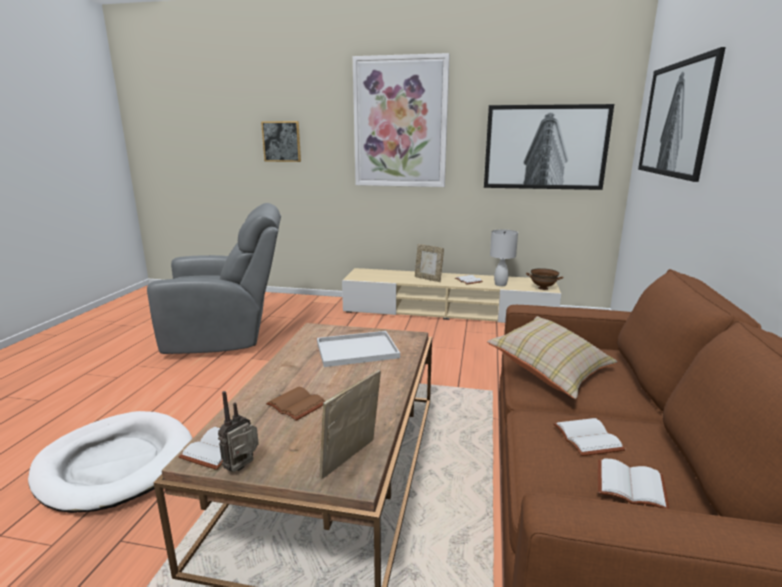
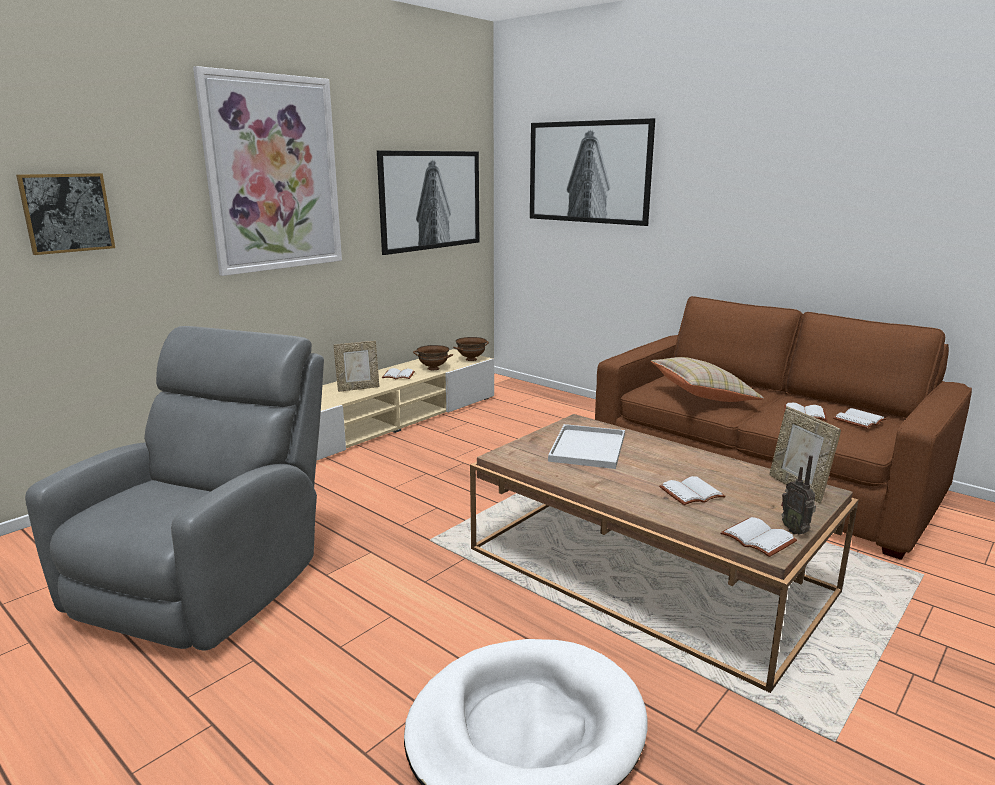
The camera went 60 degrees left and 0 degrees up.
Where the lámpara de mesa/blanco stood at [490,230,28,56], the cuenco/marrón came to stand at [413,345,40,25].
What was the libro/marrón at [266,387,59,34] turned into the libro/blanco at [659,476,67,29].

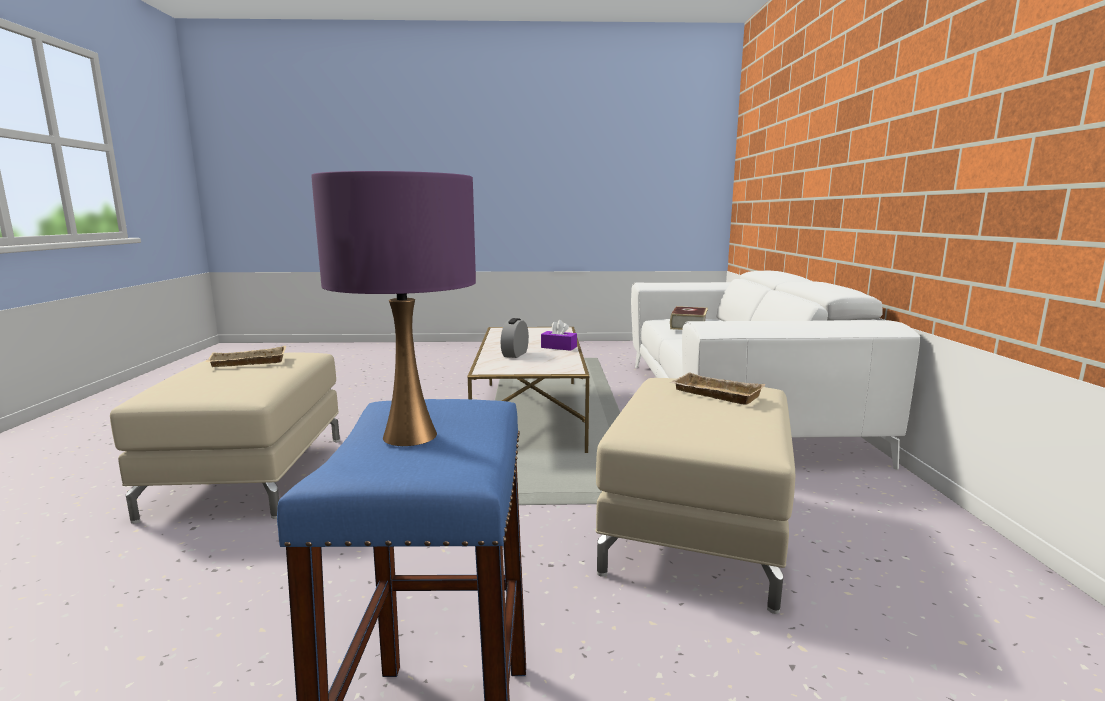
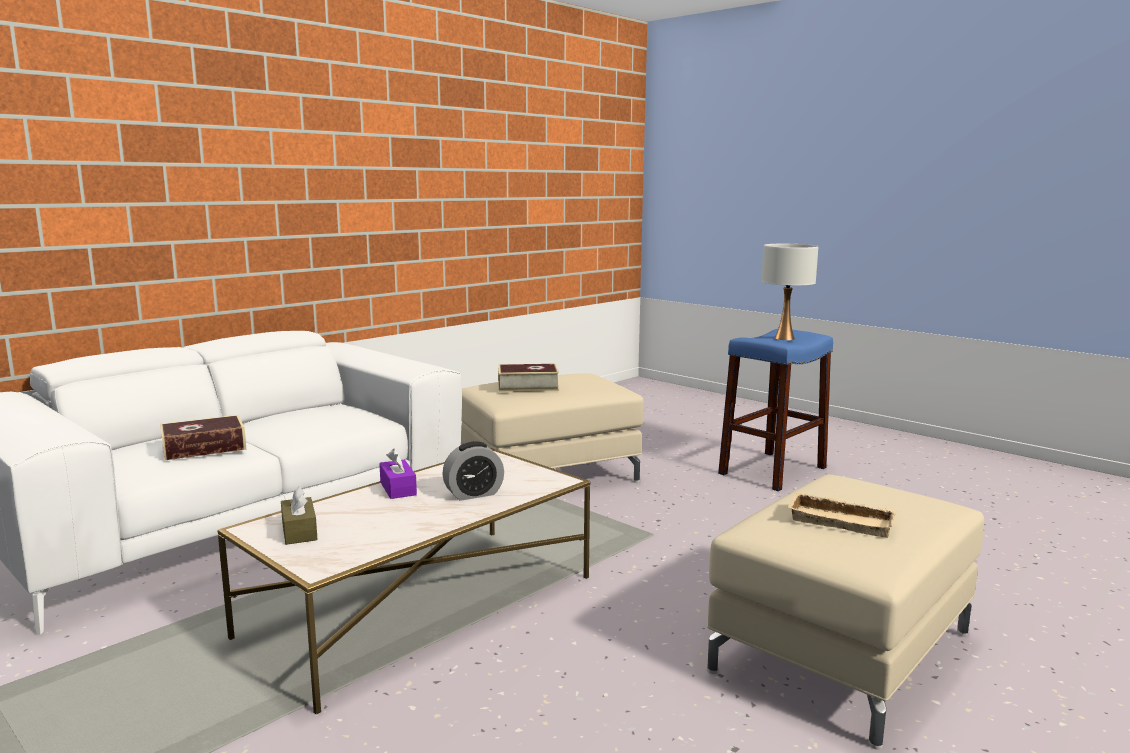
The camera went 135 degrees left and 0 degrees up.
The second view gained the caja de pañuelos/marrón at [281,486,37,59].
Where the bandeja/beis stood at [670,372,96,33], the libro came to stand at [498,364,61,28].
What was the lámpara de mesa/morado at [311,171,165,275] turned into the lámpara de mesa/blanco at [762,244,56,96].

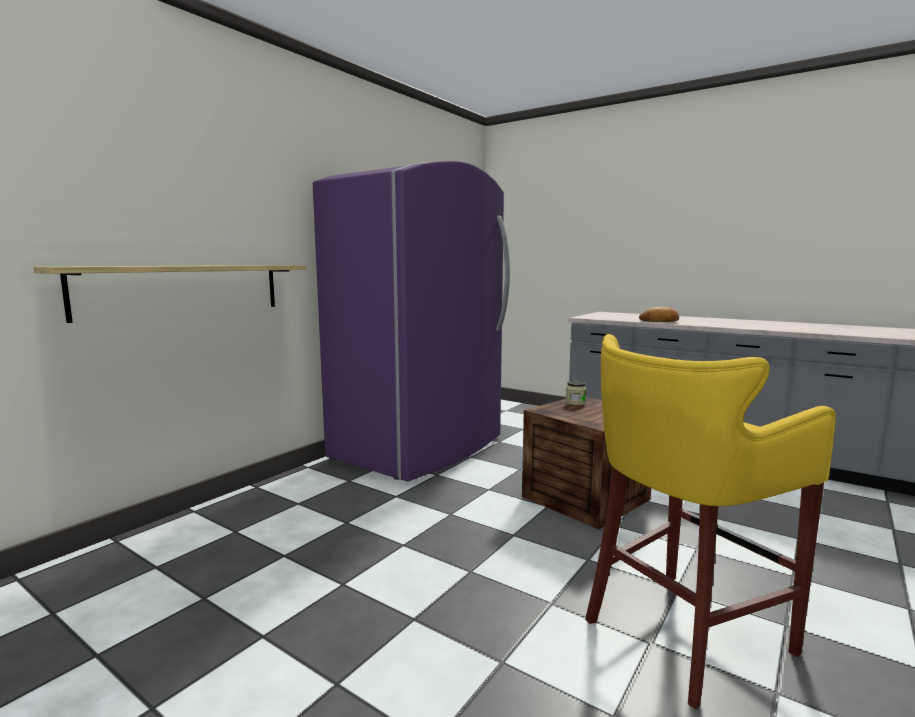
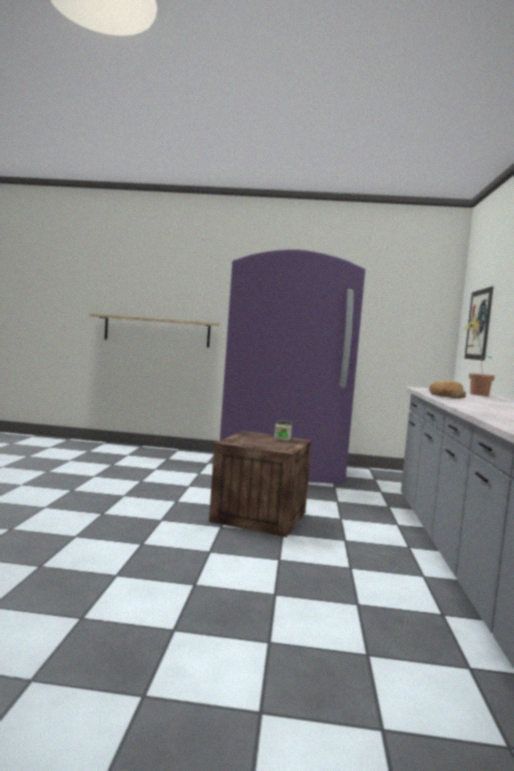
The camera went 60 degrees right and 5 degrees down.
The second view lost the taburete/amarillo at [585,334,251,375].
The second view gained the cuadro at [464,286,29,75].
The second view gained the planta en maceta at [465,320,30,76].

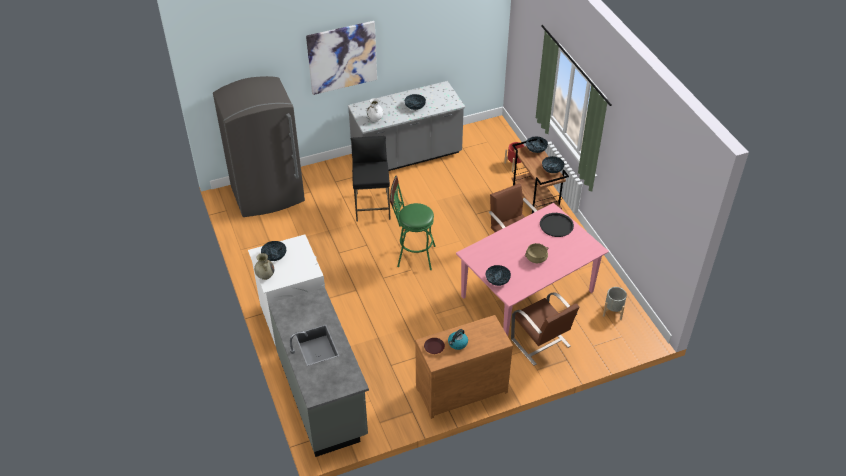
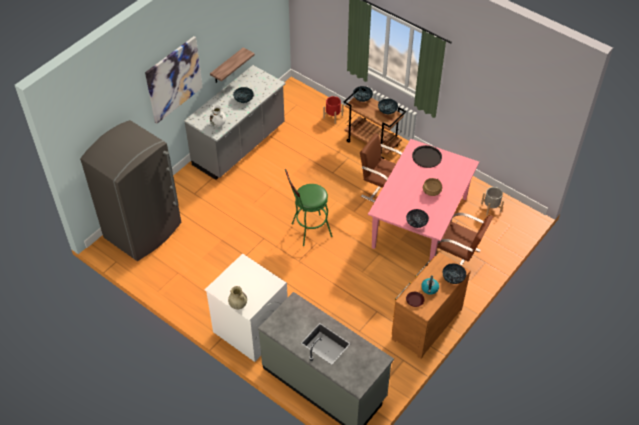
The camera went 30 degrees left and 5 degrees up.
The second view lost the taburete/negro at [351,136,40,86].
The second view gained the estante at [210,47,45,36].
The cuenco ended up elsewhere, having gone from [261,241,25,20] to [443,263,23,21].

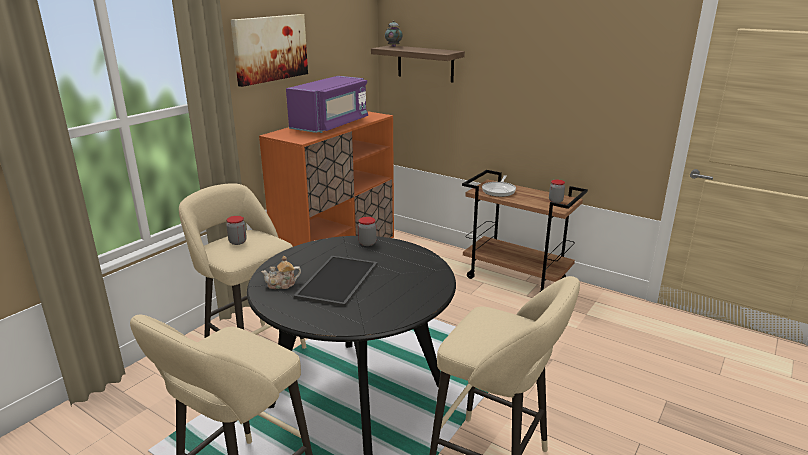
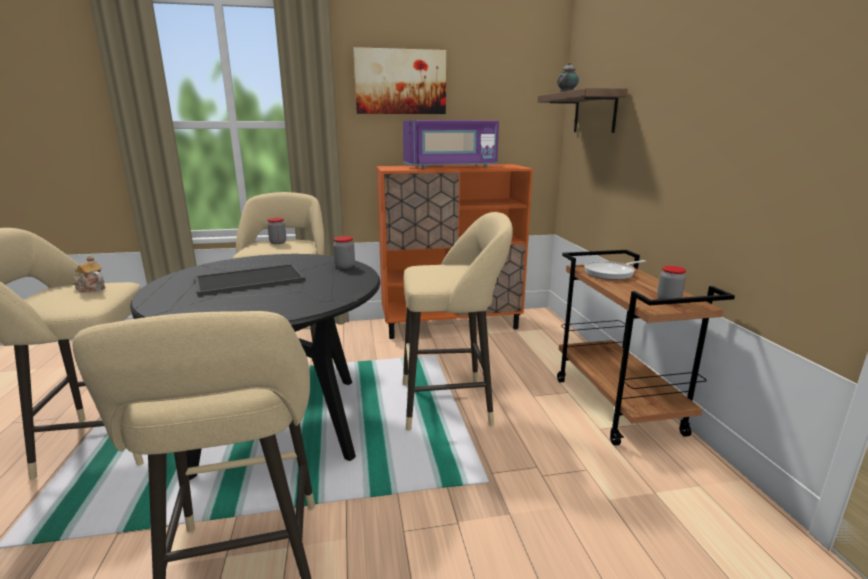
The camera went 45 degrees right and 5 degrees down.
The second view gained the taburete/beis at [403,212,110,219].
The tetera ended up elsewhere, having gone from [261,256,40,33] to [73,256,32,37].

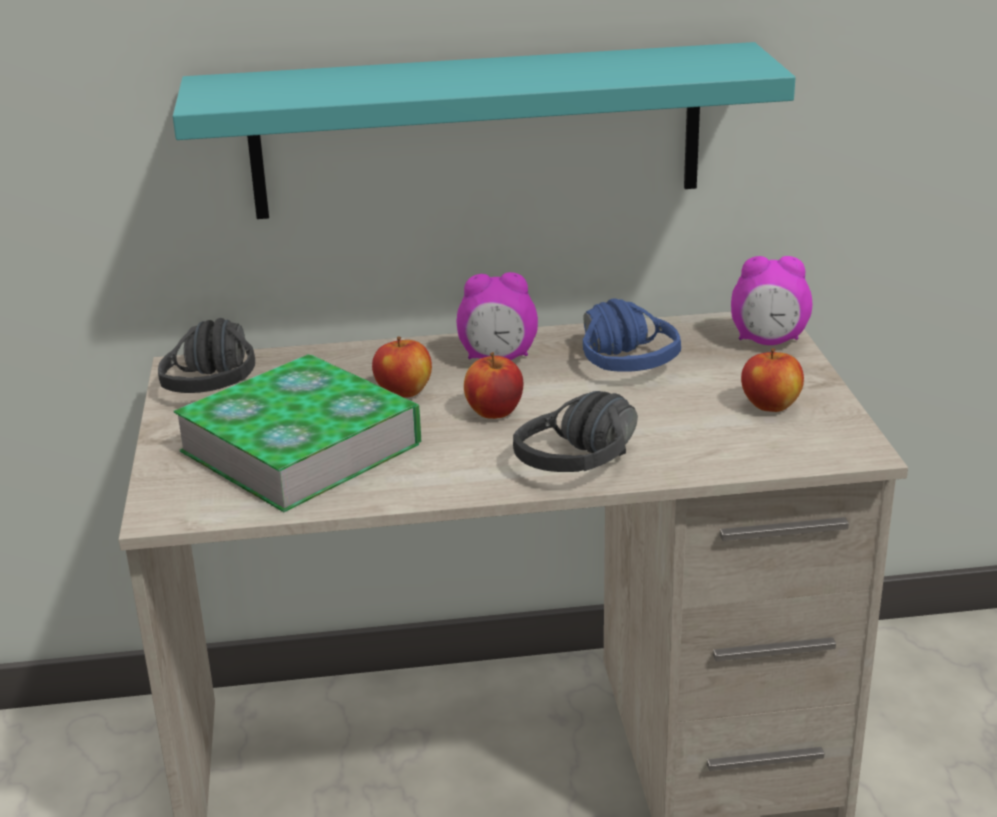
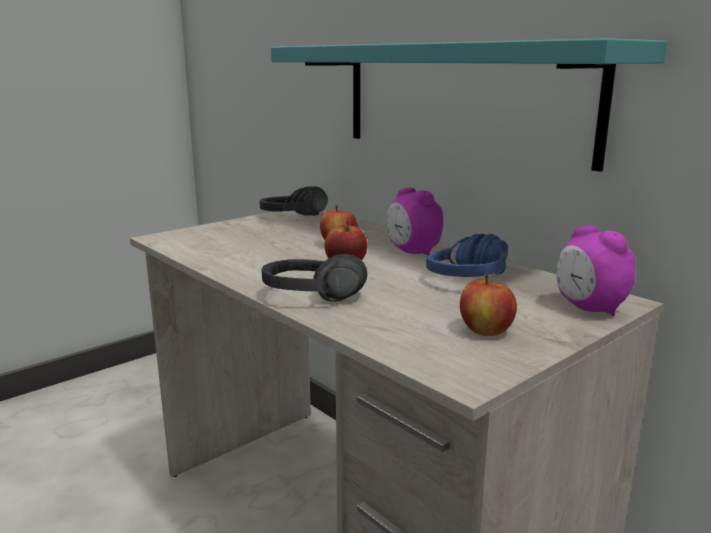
The camera went 55 degrees right and 10 degrees down.
The second view lost the libro at [174,354,248,158].

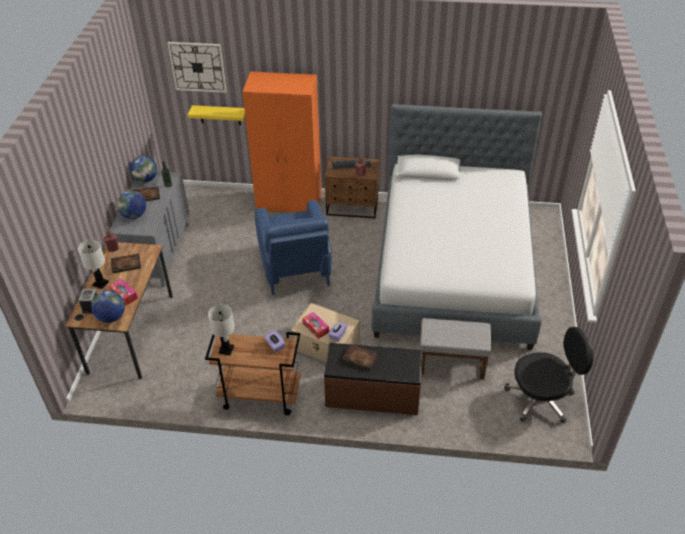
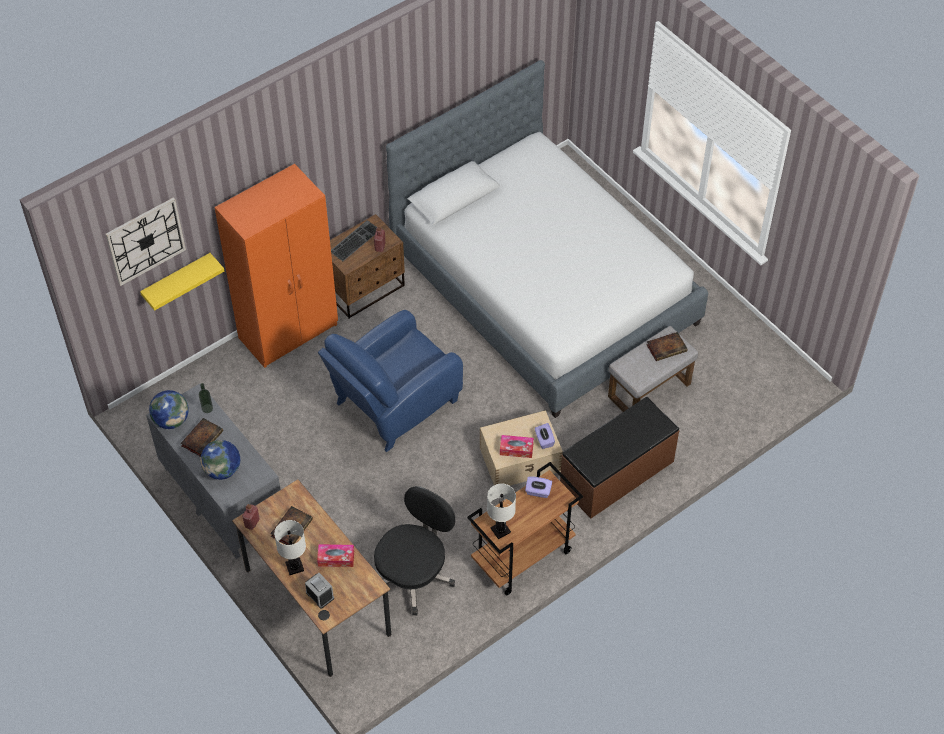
The camera went 45 degrees left and 10 degrees up.
The second view lost the globo terráqueo at [91,291,34,32].
The libro ended up elsewhere, having gone from [343,344,35,26] to [646,332,42,29].
The silla de oficina/negro ended up elsewhere, having gone from [504,327,90,97] to [374,486,81,129].
The sillón/azul at [255,200,77,95] ended up facing another way, 105 degrees clockwise from before.

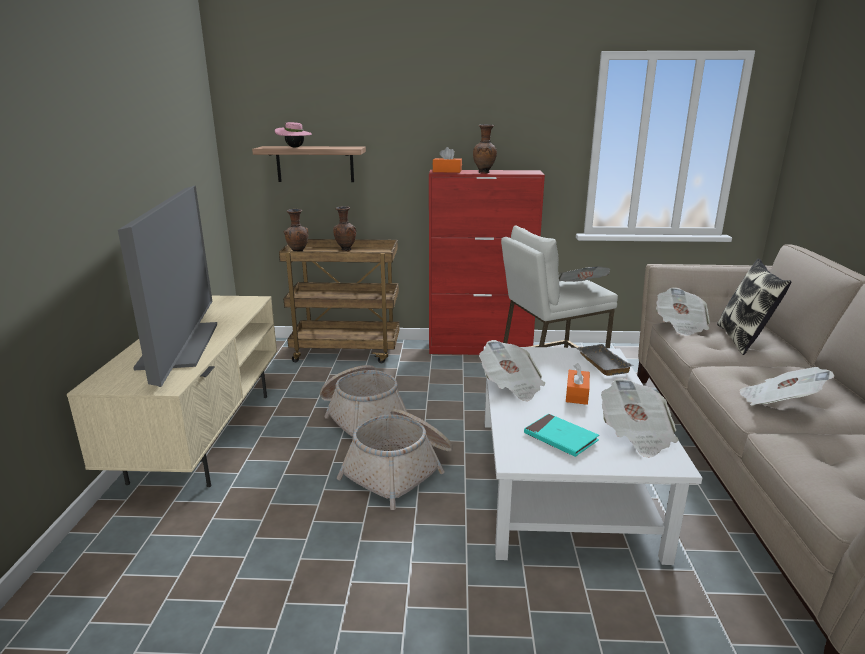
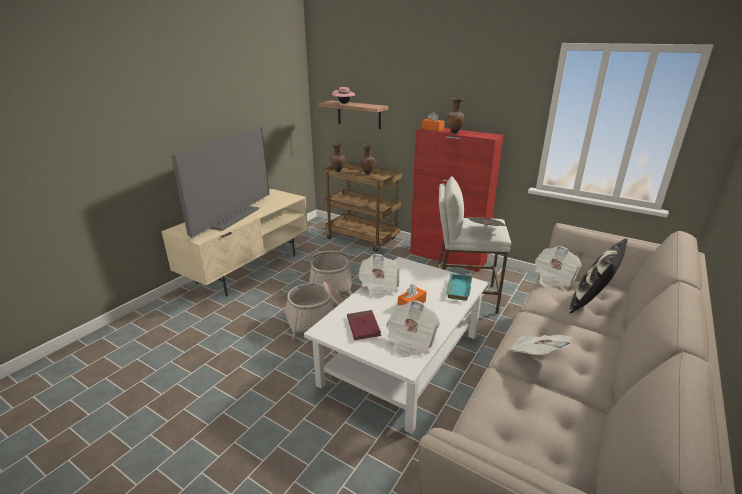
The camera went 30 degrees right and 5 degrees up.
What was the libro/turquesa at [524,414,75,43] turned into the libro/rojo at [347,310,34,30].
What was the bandeja/gris at [576,344,58,32] turned into the bandeja/turquesa at [446,273,26,28].

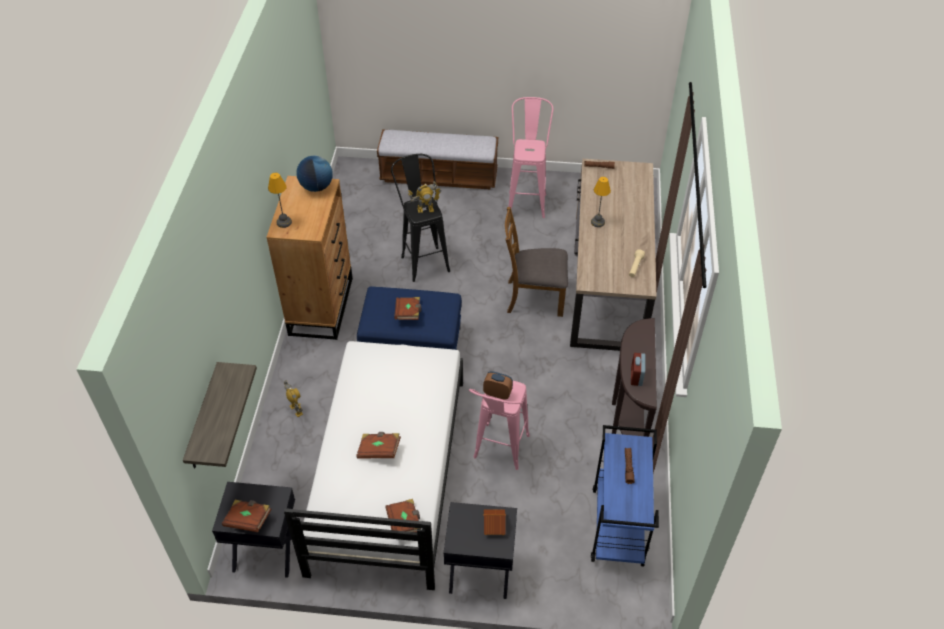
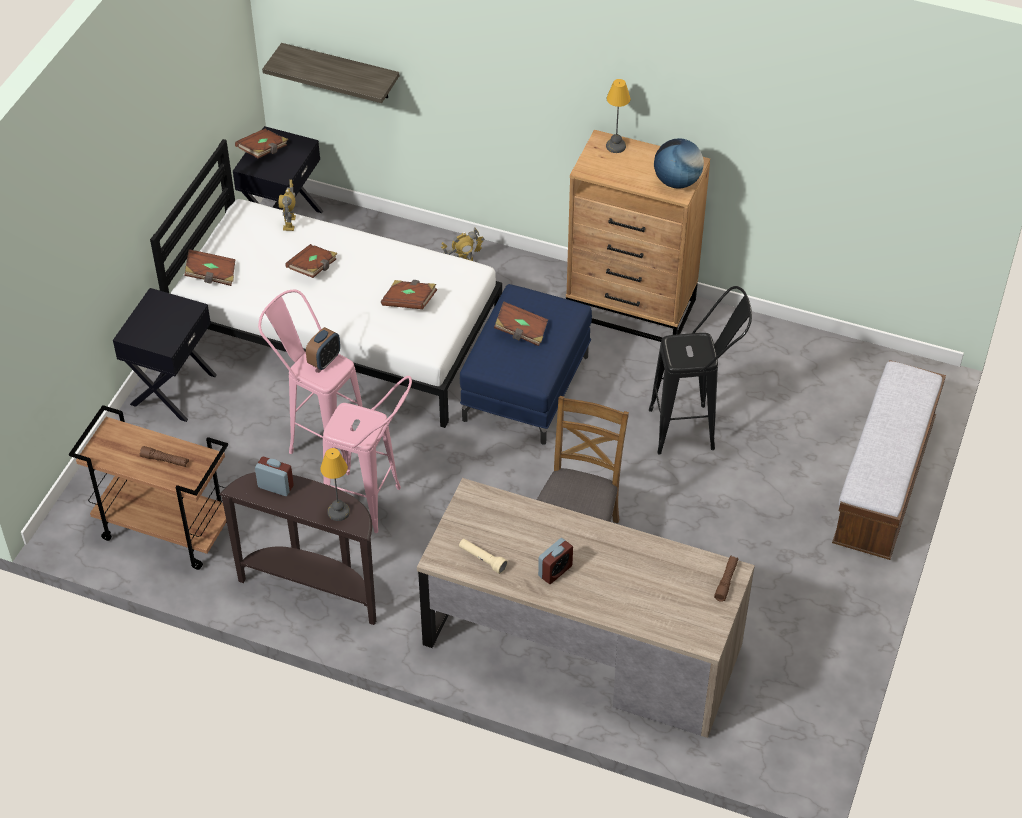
The camera went 105 degrees right and 0 degrees up.
The second view lost the casita at [484,509,22,26].
The second view gained the libro/marrón at [381,280,56,29].
The second view gained the despertador at [538,538,35,46].
The robot de juguete ended up elsewhere, having gone from [408,181,33,32] to [279,180,17,51].
The taburete/rosa ended up elsewhere, having gone from [509,97,44,121] to [323,376,89,157].
The lámpara de mesa ended up elsewhere, having gone from [591,177,20,50] to [320,448,30,73].
What was the carrito/azul at [591,425,68,142] turned into the carrito/marrón at [69,405,159,165].

